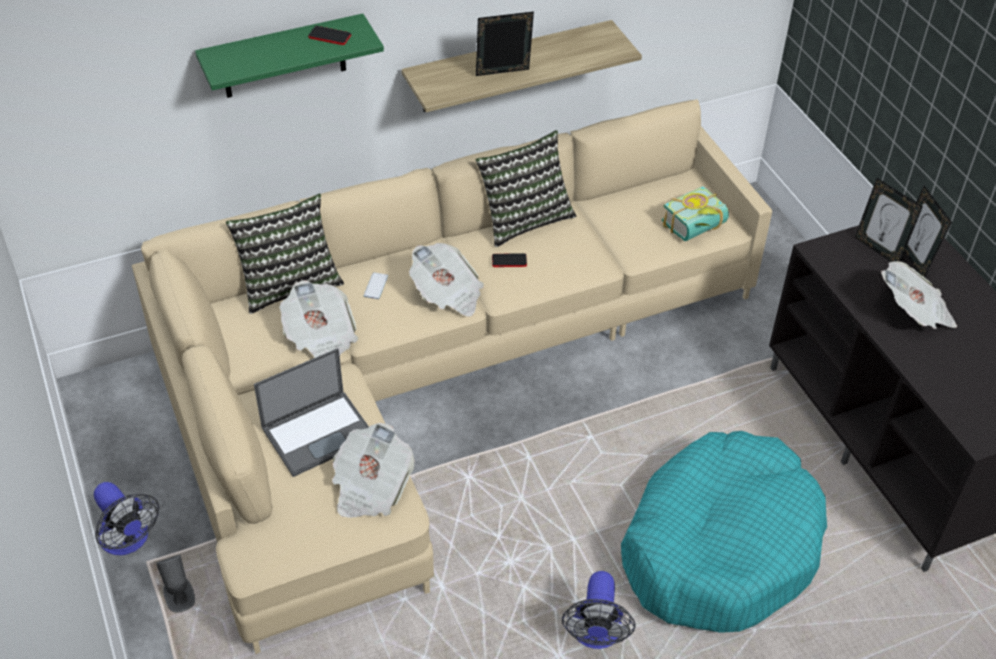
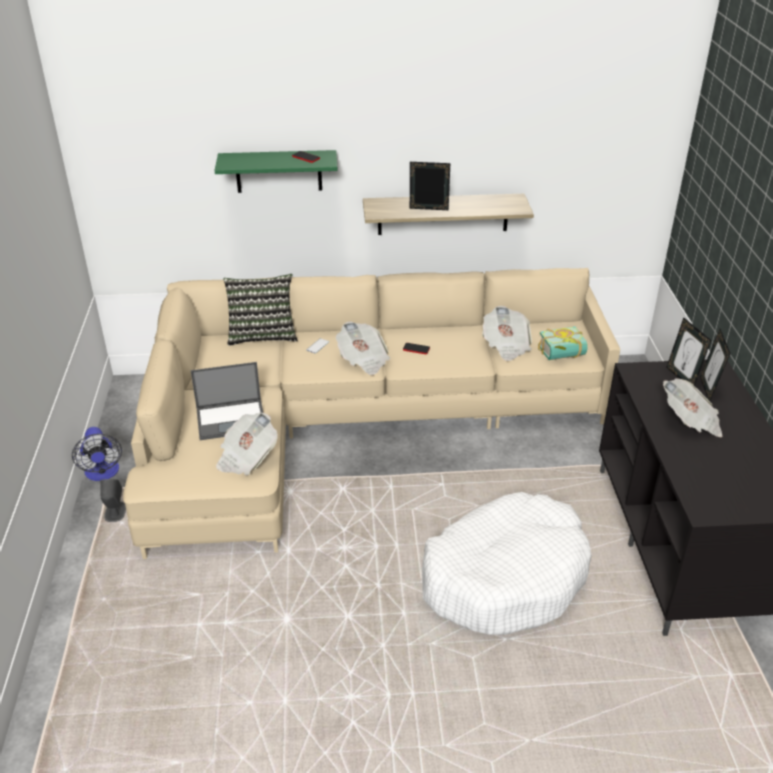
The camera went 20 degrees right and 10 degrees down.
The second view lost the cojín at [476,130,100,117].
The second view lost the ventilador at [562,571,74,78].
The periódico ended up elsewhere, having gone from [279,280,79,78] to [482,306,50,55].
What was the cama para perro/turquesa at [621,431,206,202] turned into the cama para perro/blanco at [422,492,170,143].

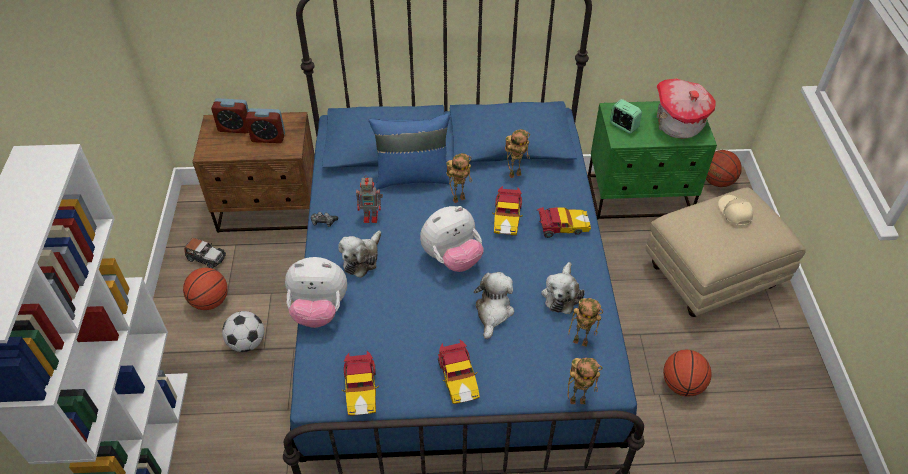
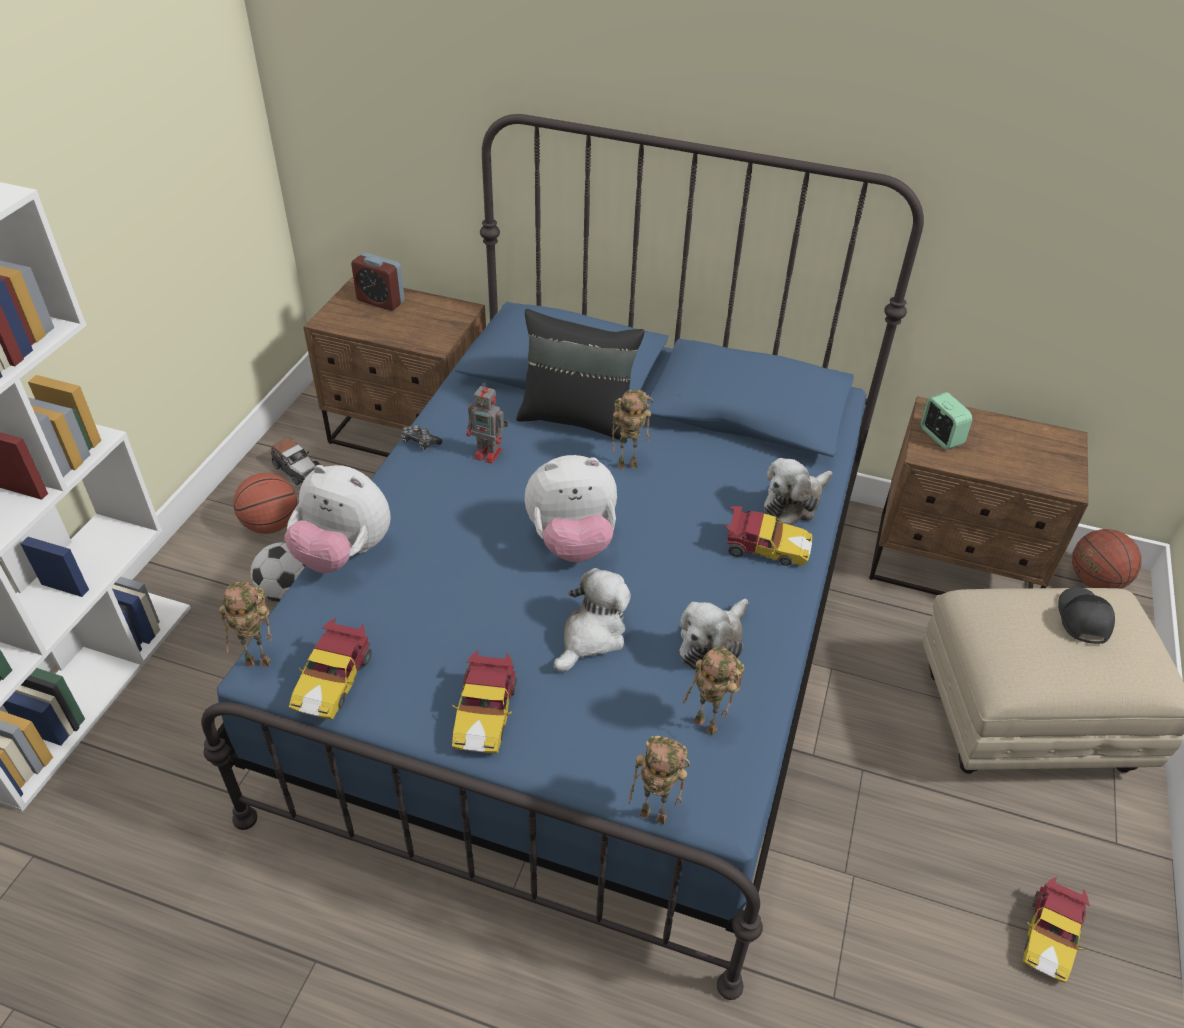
The camera went 20 degrees right and 5 degrees down.
The second view lost the despertador at [246,108,39,35].
The second view lost the casita at [657,78,59,60].
The second view lost the balón de baloncesto at [663,350,49,47].
The peluche ended up elsewhere, having gone from [338,230,43,48] to [764,458,68,67].
The coche de juguete ended up elsewhere, having gone from [492,186,31,49] to [1023,877,67,106].
The robot de juguete ended up elsewhere, having gone from [505,129,25,49] to [219,582,53,85].
What was the cojín/azul at [369,113,81,76] turned into the cojín/negro at [516,309,128,134].
What was the mesita de noche/verde at [588,101,129,118] turned into the mesita de noche/marrón at [869,396,220,199].
What was the gorra/beis at [718,195,35,31] turned into the gorra/negro at [1058,587,57,57].

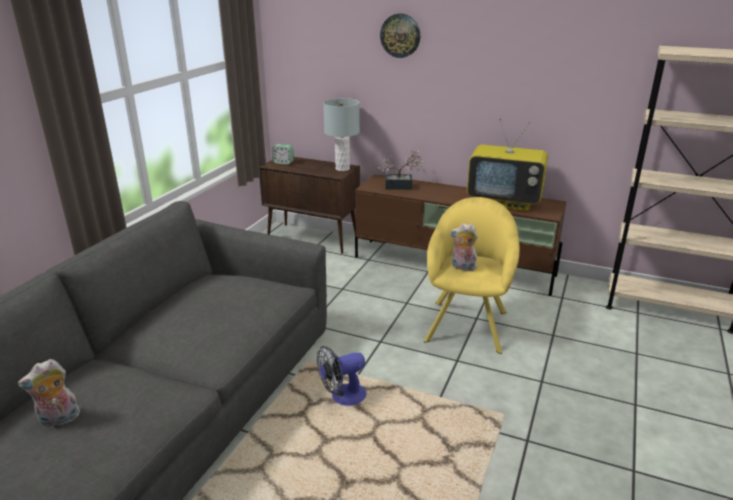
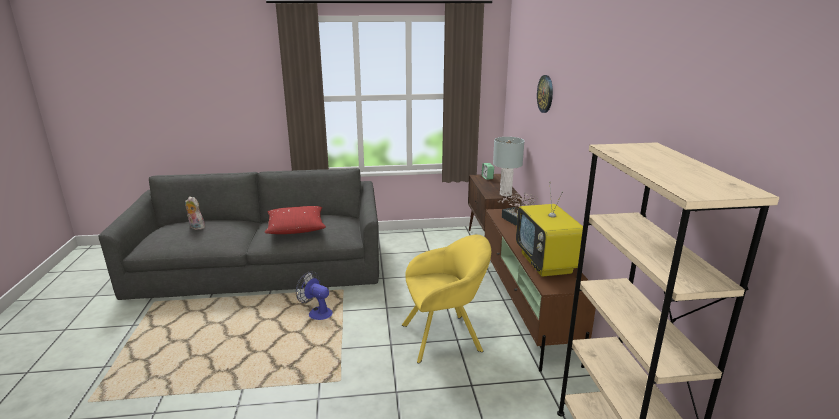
The camera went 60 degrees right and 5 degrees down.
The second view lost the peluche at [450,223,28,48].
The second view gained the cojín/rojo at [264,206,62,28].

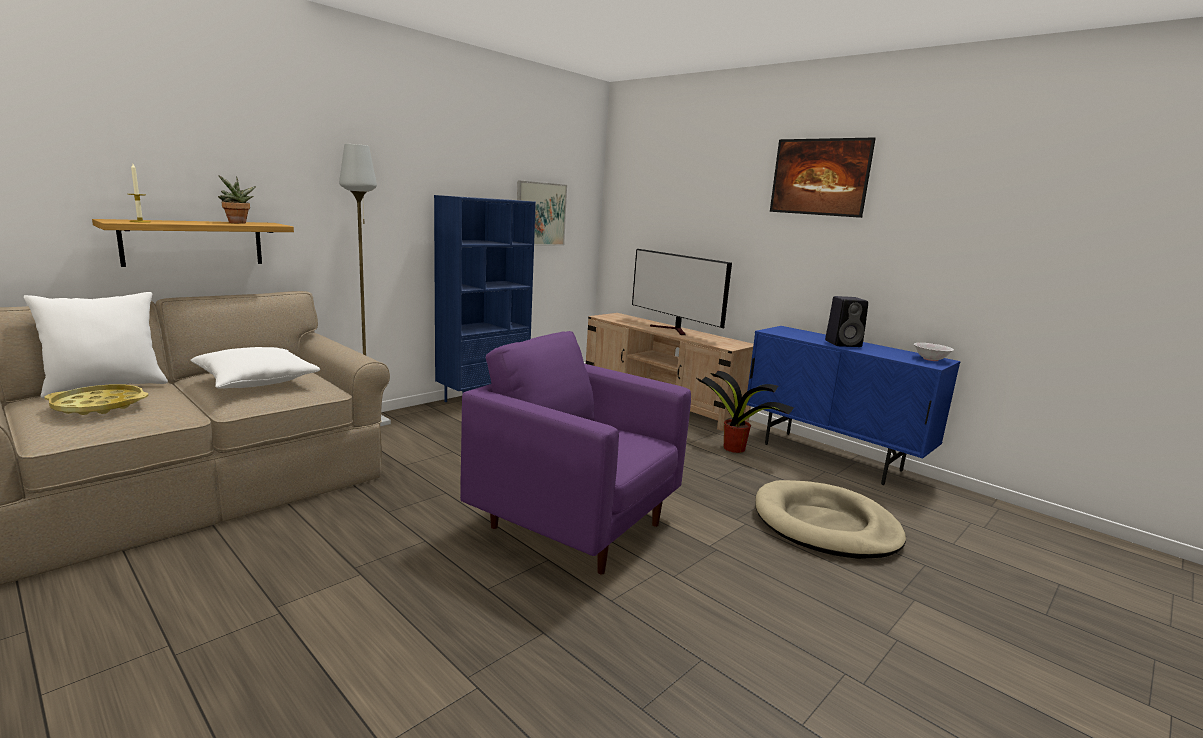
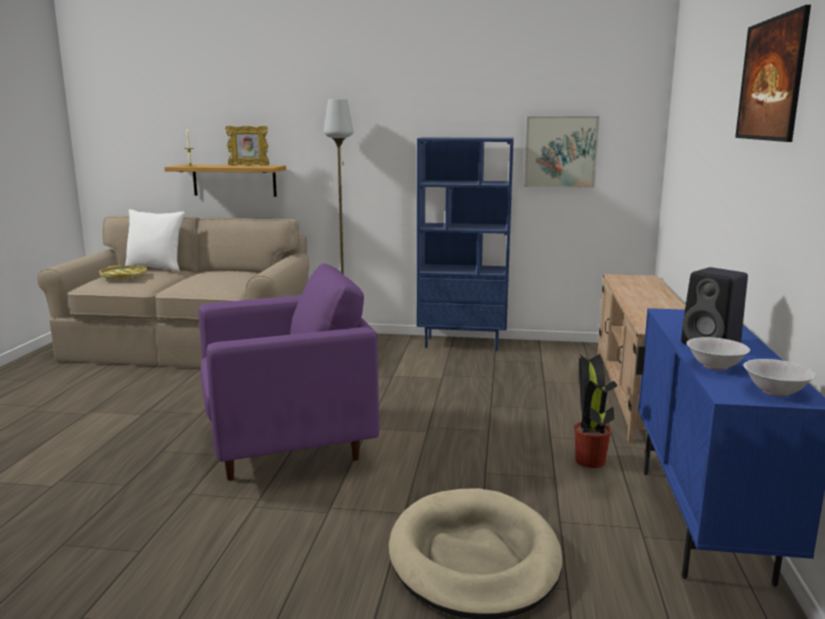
The camera went 55 degrees right and 0 degrees up.
The second view lost the cojín/blanco at [190,347,130,42].
The second view lost the televisor at [632,249,100,86].
The second view gained the cuenco/blanco at [687,337,63,33].
Where the planta en maceta stood at [218,175,38,49], the portarretratos came to stand at [225,125,45,41].
The sillón/morado at [460,331,231,243] ended up facing another way, 75 degrees clockwise from before.

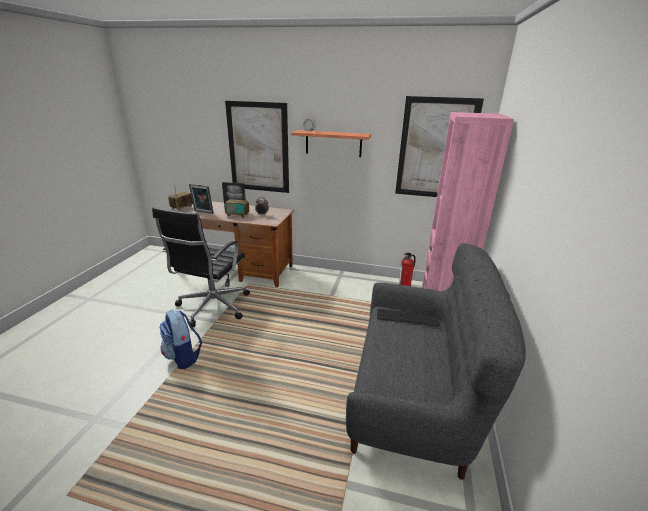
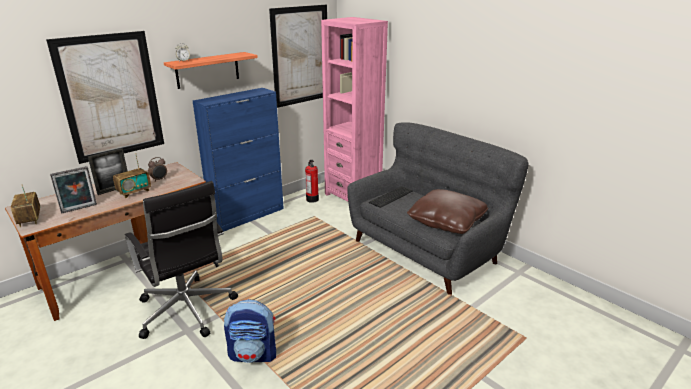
The camera went 55 degrees left and 0 degrees up.
The second view gained the armario/azul at [193,88,91,144].
The second view gained the cojín/marrón at [407,189,81,45].

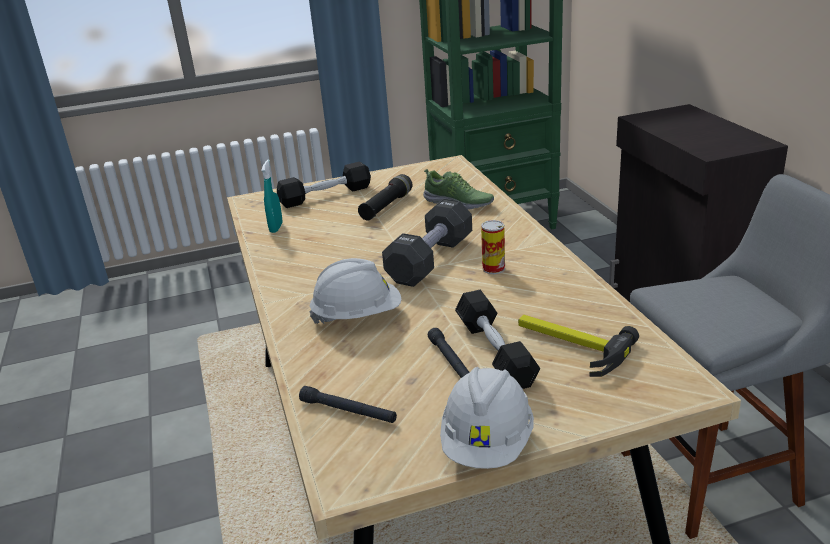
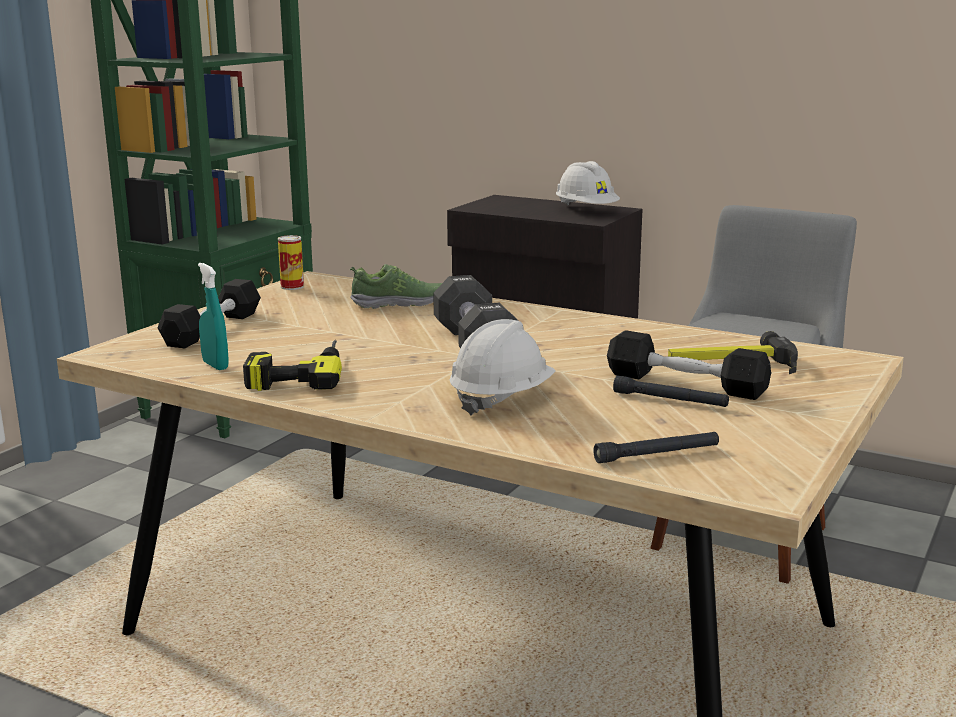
The camera went 45 degrees left and 10 degrees down.
The second view lost the linterna/negro at [358,174,54,46].
The second view gained the taladro at [243,340,99,51].
The casco/blanco ended up elsewhere, having gone from [440,367,94,102] to [556,161,64,45].
The lata ended up elsewhere, having gone from [481,220,24,54] to [278,235,26,55].

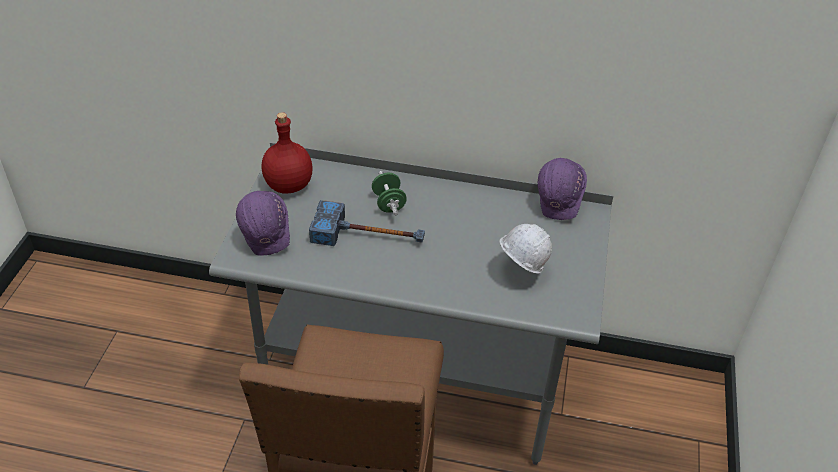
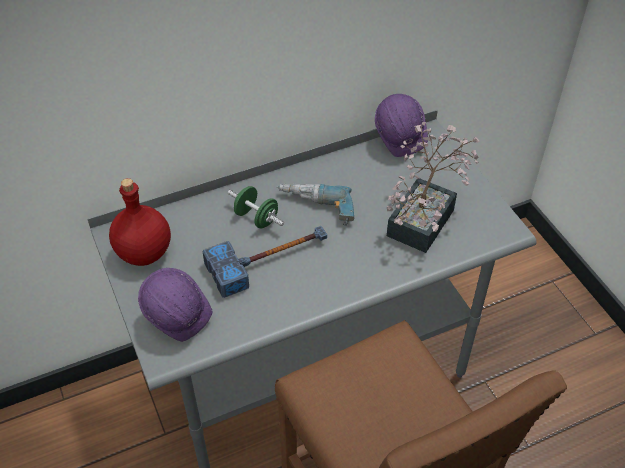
The camera went 35 degrees left and 5 degrees up.
The second view gained the taladro at [277,184,77,42].
Where the casco/blanco stood at [499,224,53,49], the planta en maceta came to stand at [387,121,93,132].

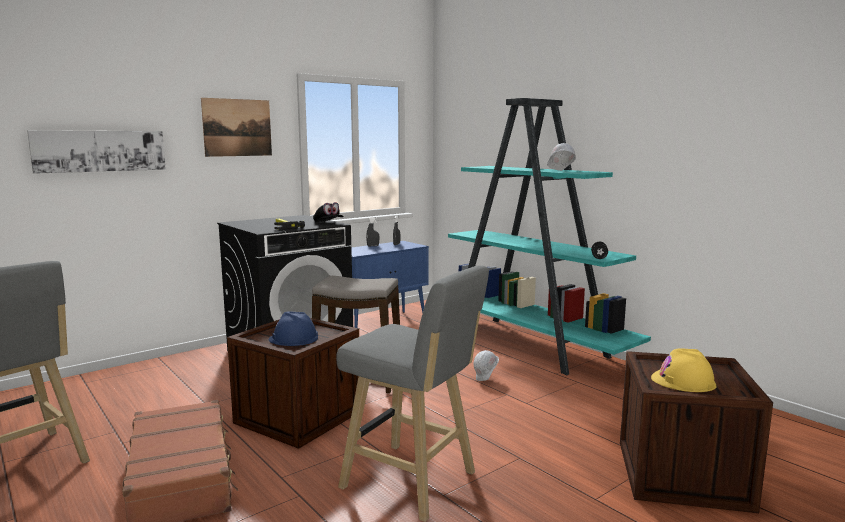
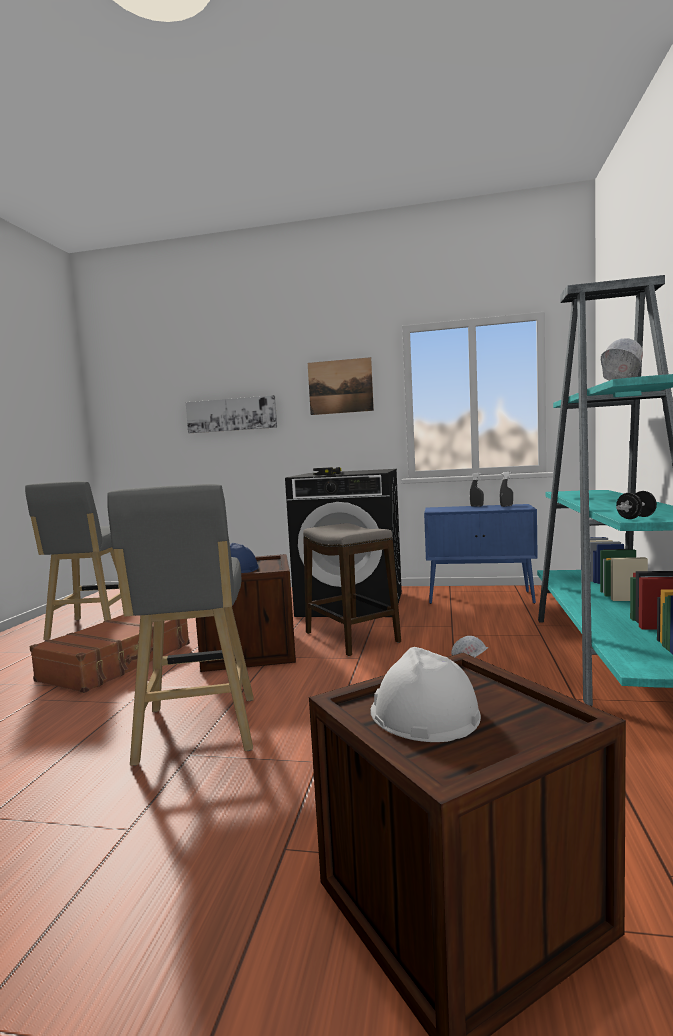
The camera went 50 degrees right and 5 degrees down.
The second view lost the gorra/negro at [313,202,31,20].
What was the casco/amarillo at [651,348,65,44] turned into the casco/blanco at [370,647,111,95].

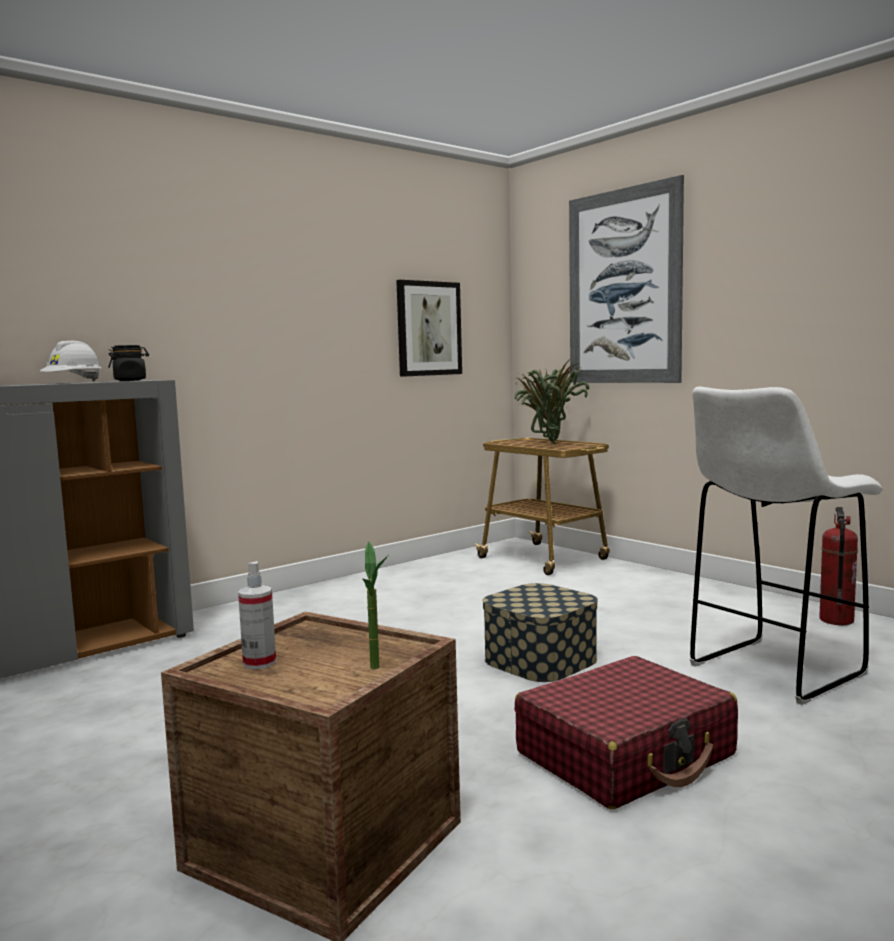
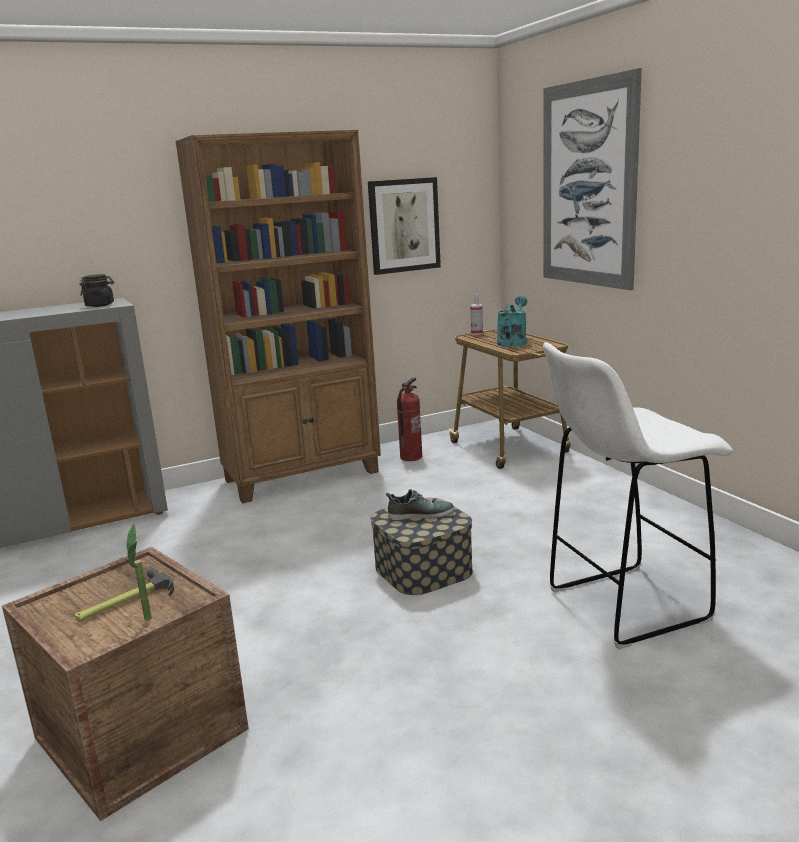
The camera went 15 degrees right and 10 degrees up.
The second view lost the casco/blanco at [40,341,62,40].
The second view lost the maleta/rojo at [515,656,223,153].
The second view gained the martillo at [75,568,99,54].
The second view gained the estantería/marrón at [175,130,206,373].
The second view gained the zapato at [386,489,69,31].
The pulverizador ended up elsewhere, having gone from [238,561,38,109] to [470,294,13,41].
The extintor ended up elsewhere, having gone from [819,507,39,118] to [397,377,25,84].
Where the planta en maceta stood at [514,362,76,82], the regadera/turquesa came to stand at [497,296,30,51].

